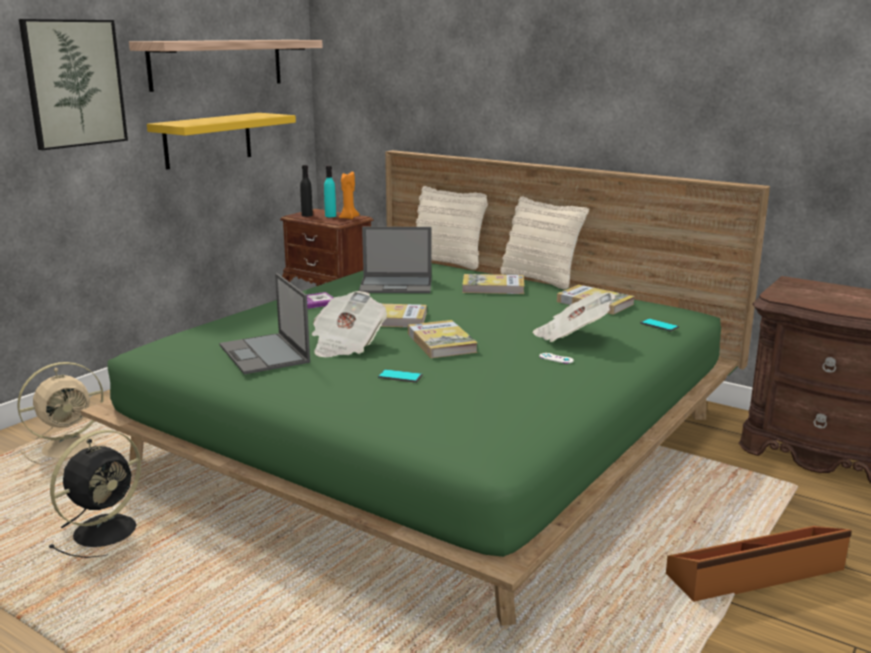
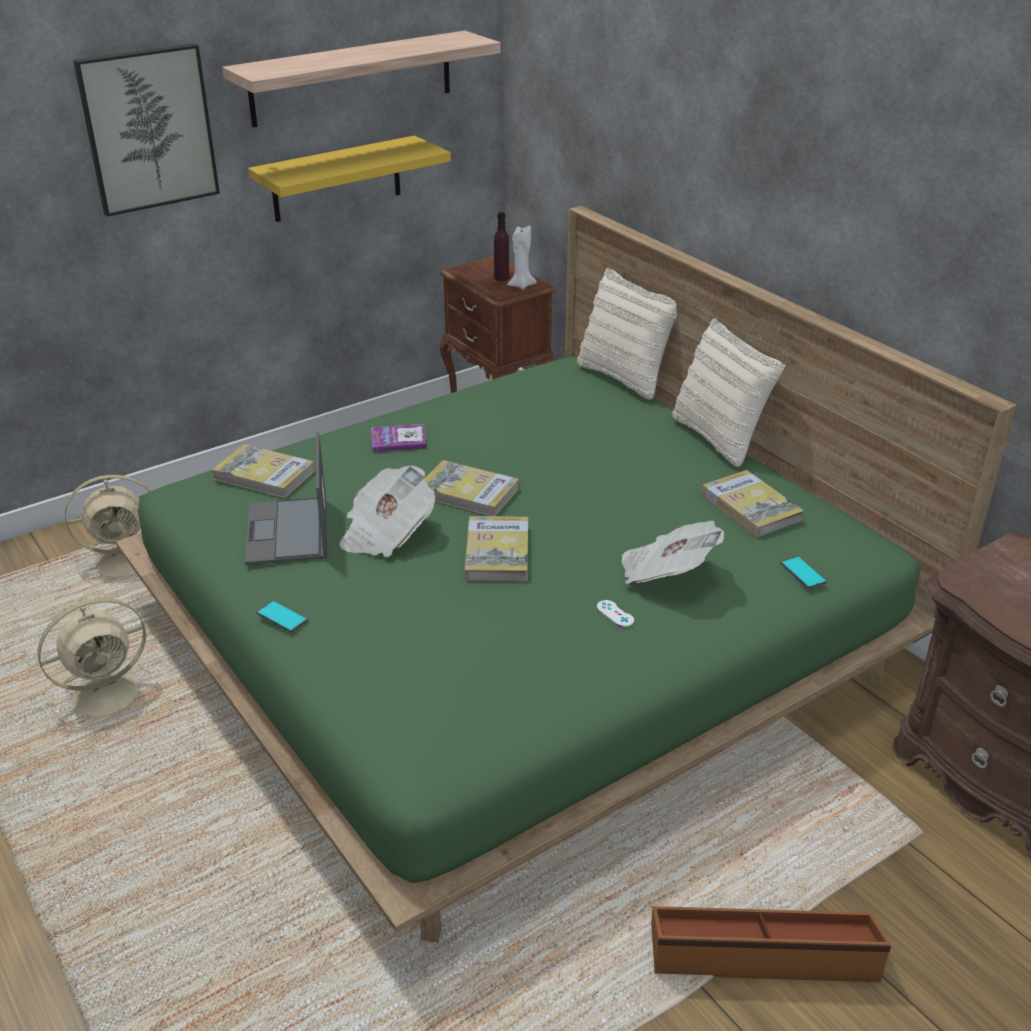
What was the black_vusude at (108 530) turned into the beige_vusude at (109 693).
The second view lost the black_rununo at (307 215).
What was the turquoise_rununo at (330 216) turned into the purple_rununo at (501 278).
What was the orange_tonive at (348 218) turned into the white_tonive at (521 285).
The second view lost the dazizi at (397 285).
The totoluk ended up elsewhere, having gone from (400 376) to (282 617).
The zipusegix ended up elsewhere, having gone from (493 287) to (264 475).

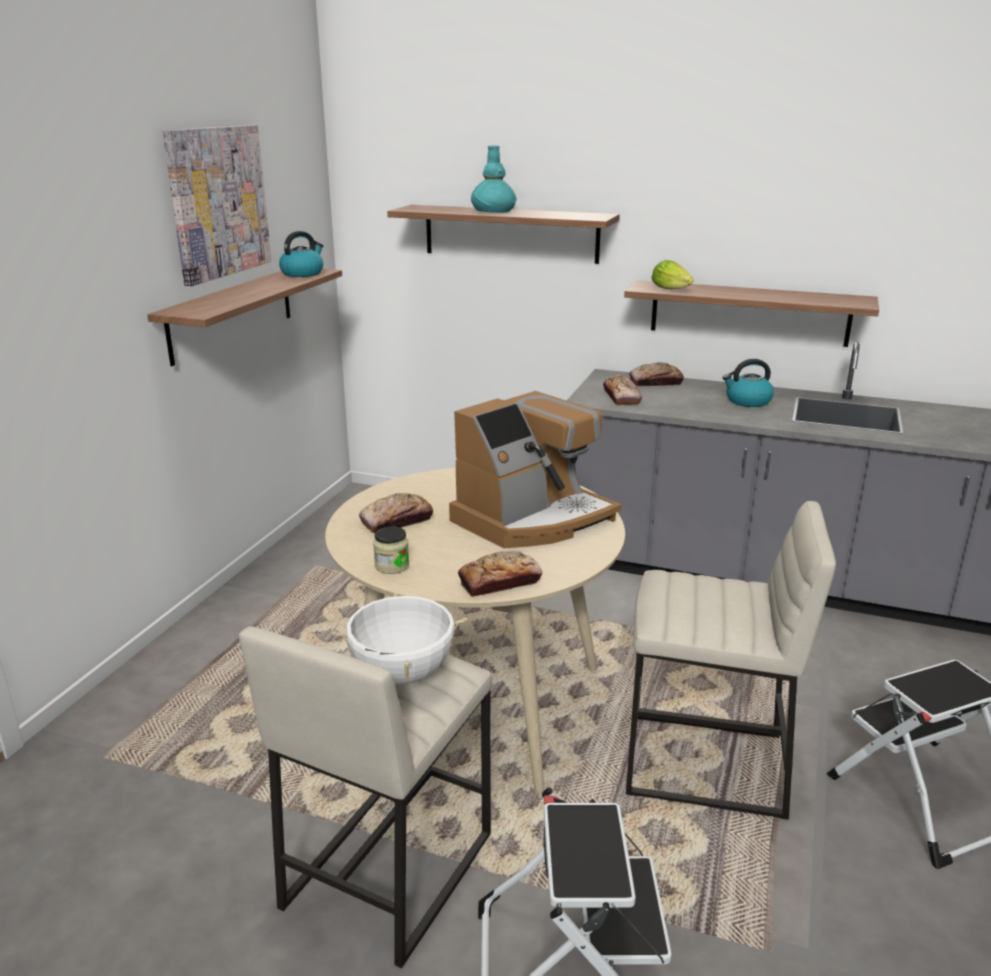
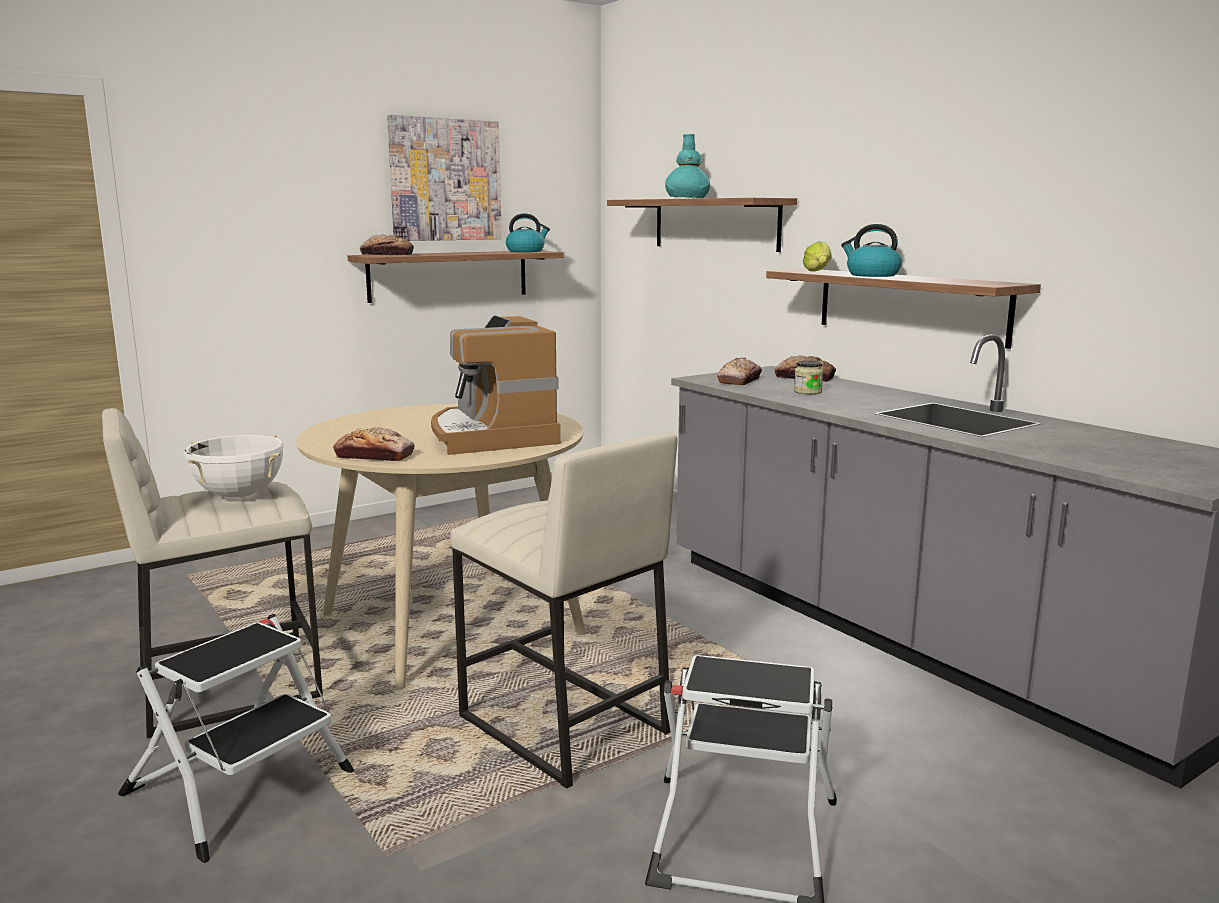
The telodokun ended up elsewhere, having gone from (396 521) to (387 255).
The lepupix ended up elsewhere, having gone from (392 566) to (807 392).
The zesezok at (533 519) ended up facing another way, 75 degrees clockwise from before.
The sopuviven ended up elsewhere, having gone from (747 401) to (871 275).

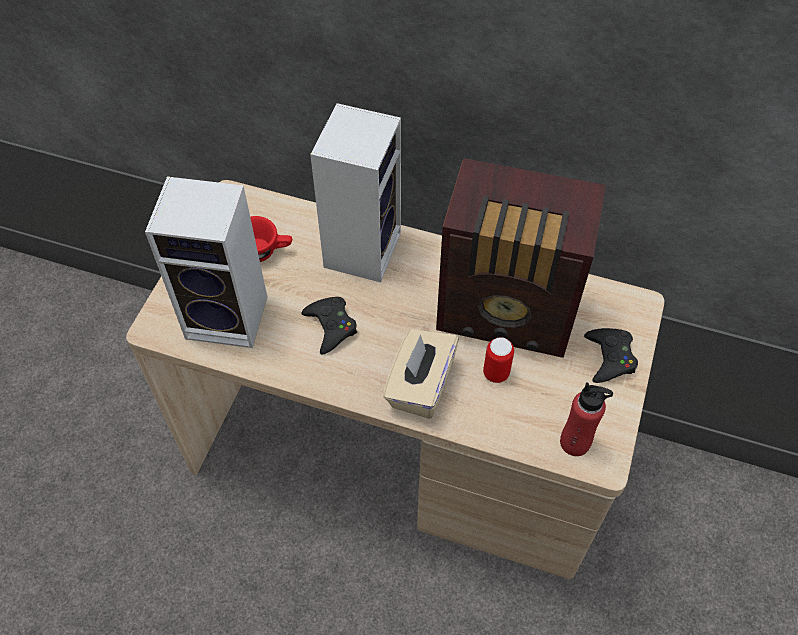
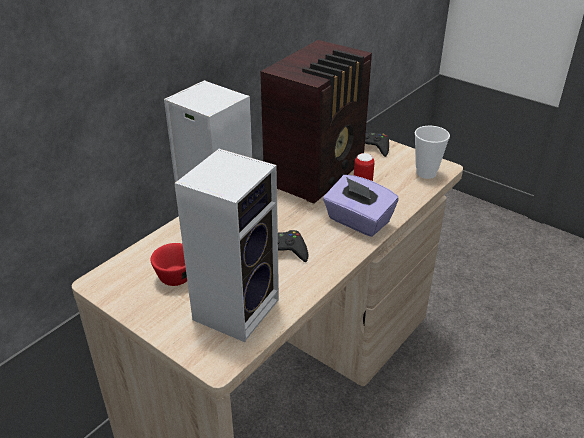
What was the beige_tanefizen at (420 386) turned into the purple_tanefizen at (358 221).
Where the red_rununo stood at (575 442), the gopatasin came to stand at (426 173).

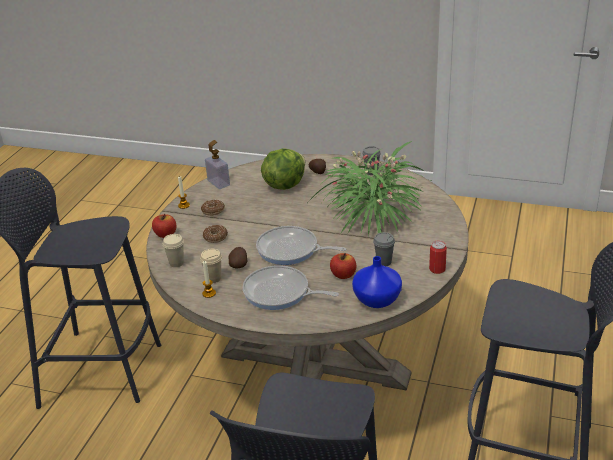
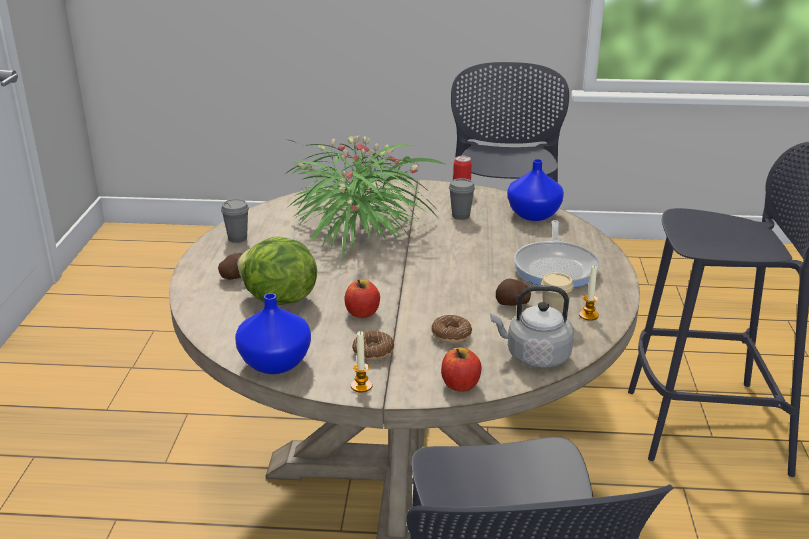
Where the beige_gopatasin stood at (176 263), the grey_sopuviven came to stand at (534 356).
Where the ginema stood at (218 183), the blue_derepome came to stand at (275 363).
The second view lost the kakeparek at (291 250).
The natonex ended up elsewhere, having gone from (343 275) to (362 313).

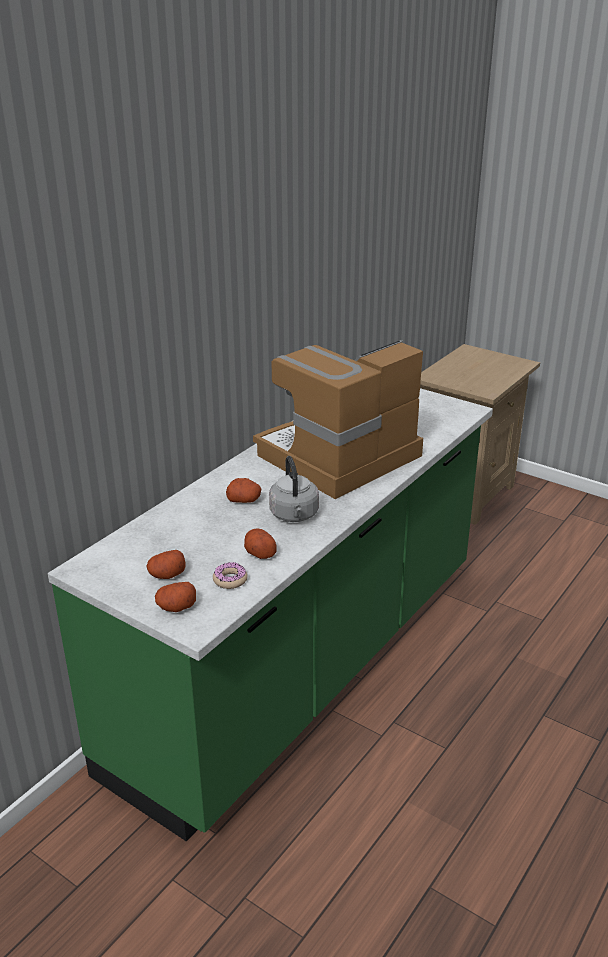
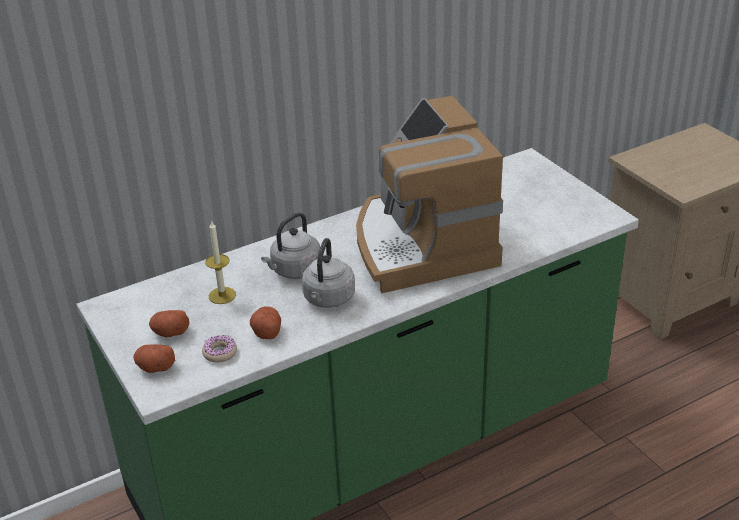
Where the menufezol stood at (244 500), the grey_sopuviven came to stand at (294 271).
The zesezok at (338 457) ended up facing another way, 90 degrees counterclockwise from before.
The second view gained the tonive at (222 295).

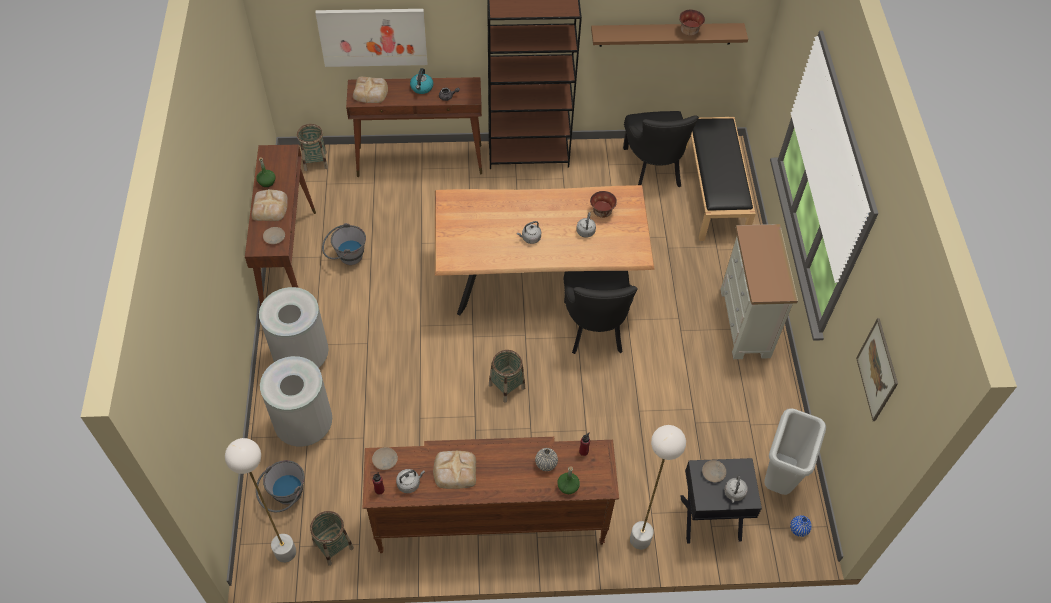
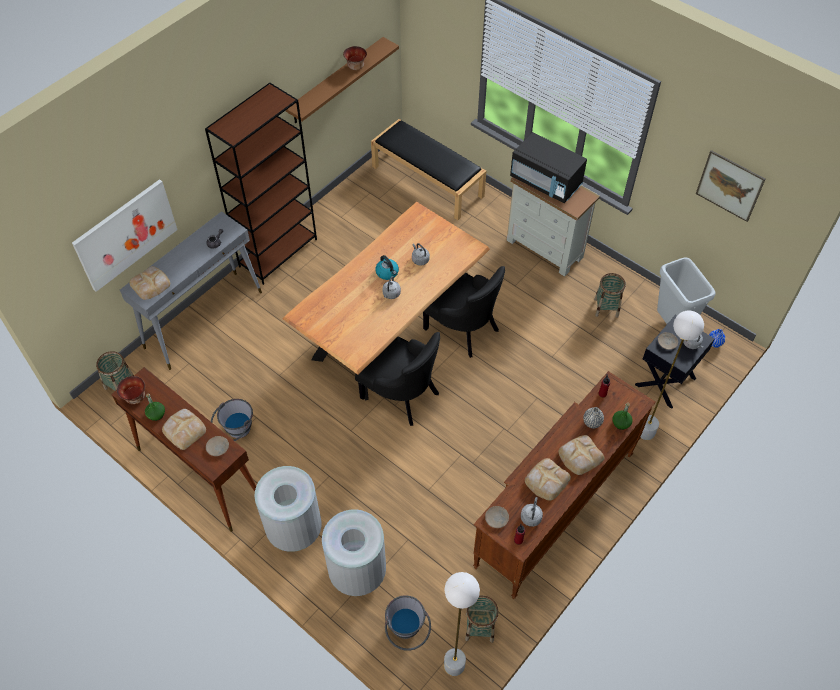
What was the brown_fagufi at (420 160) turned into the grey_fagufi at (204 319).
The sopuviven ended up elsewhere, having gone from (422 88) to (387 273).
The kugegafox ended up elsewhere, having gone from (506 386) to (606 308).
The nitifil ended up elsewhere, having gone from (602 212) to (136 397).
The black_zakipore ended up elsewhere, having gone from (653 166) to (399 394).
The second view gained the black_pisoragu at (546 182).
The second view gained the telodokun at (579 456).

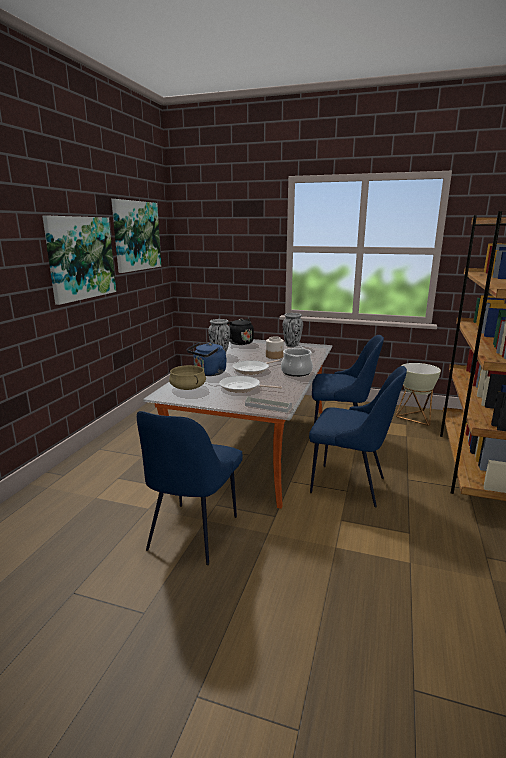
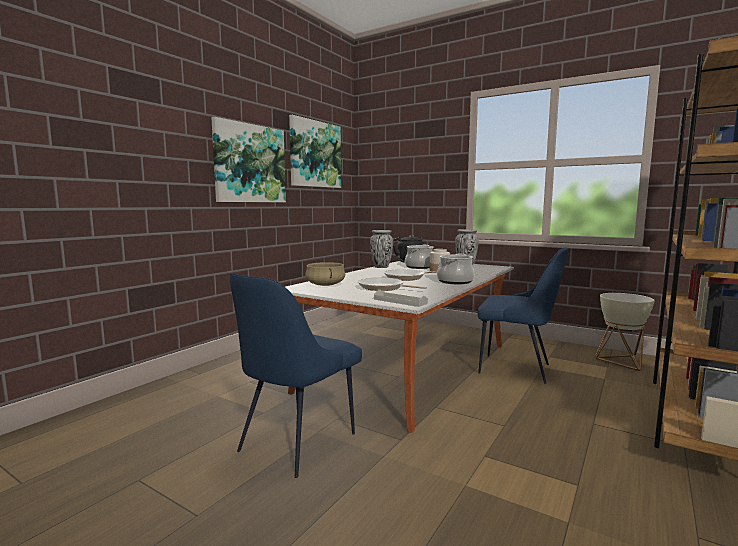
The second view lost the blue_sopuviven at (208 373).
The second view lost the blue_zakipore at (348 485).
The second view gained the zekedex at (419 267).

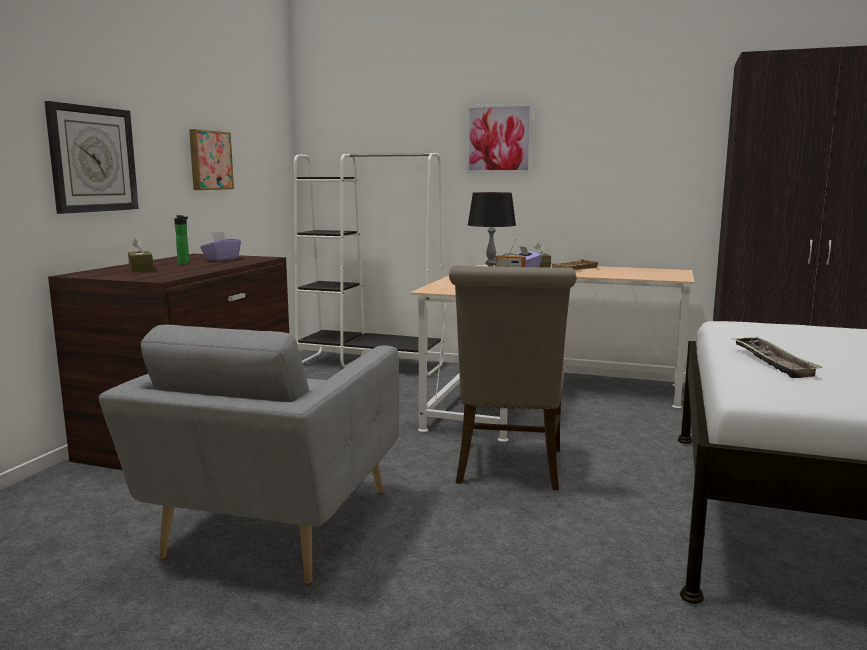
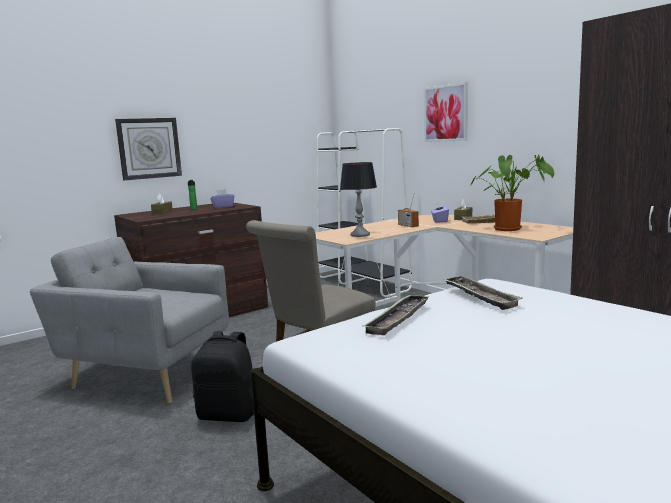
The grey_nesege at (274 527) ended up facing another way, 60 degrees clockwise from before.
The second view lost the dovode at (209 160).
The second view gained the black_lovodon at (229 414).
The second view gained the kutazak at (479 296).
The second view gained the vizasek at (510 229).

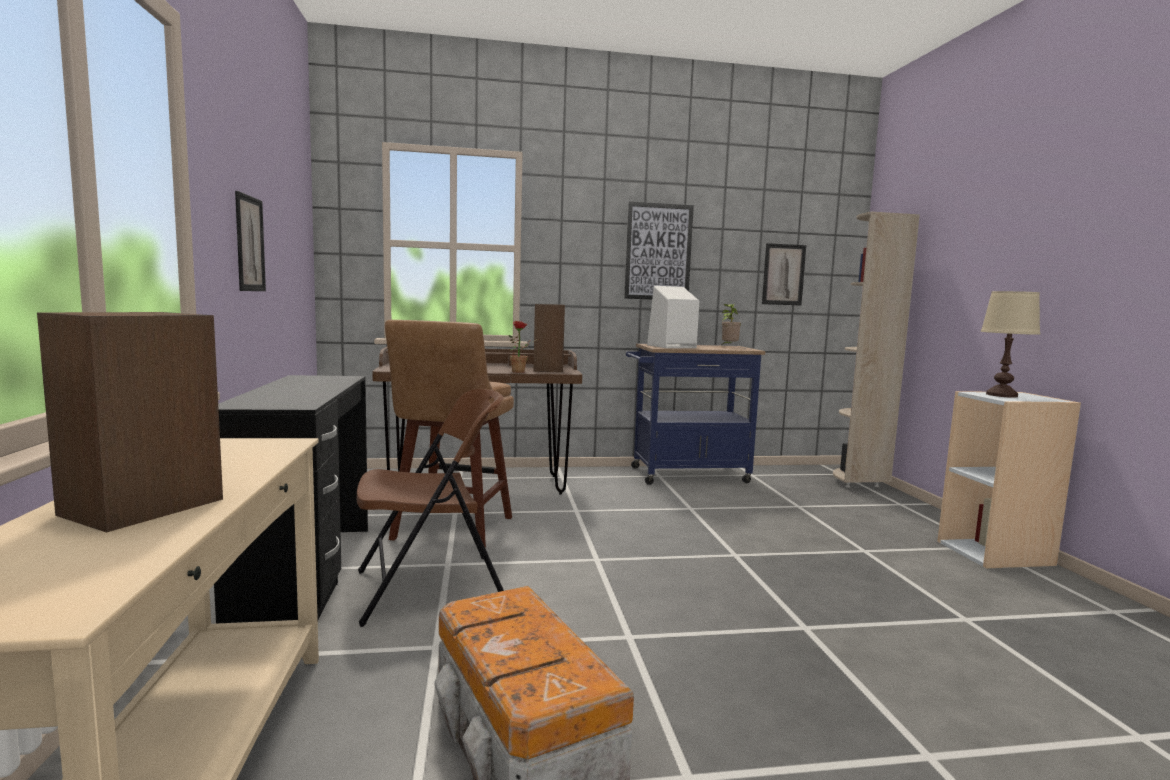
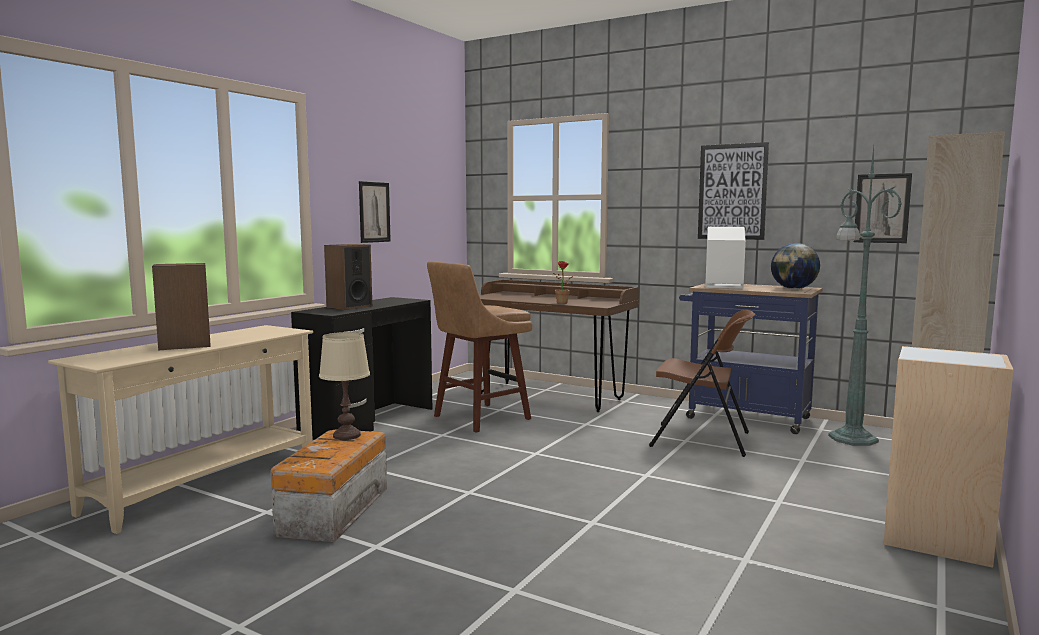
The brown_zakipore ended up elsewhere, having gone from (430 588) to (700 439).
The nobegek ended up elsewhere, having gone from (547 369) to (349 306).
Where the vizasek stood at (729 347), the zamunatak came to stand at (794 288).
The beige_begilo ended up elsewhere, having gone from (1002 395) to (347 436).
The second view gained the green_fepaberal at (851 438).

